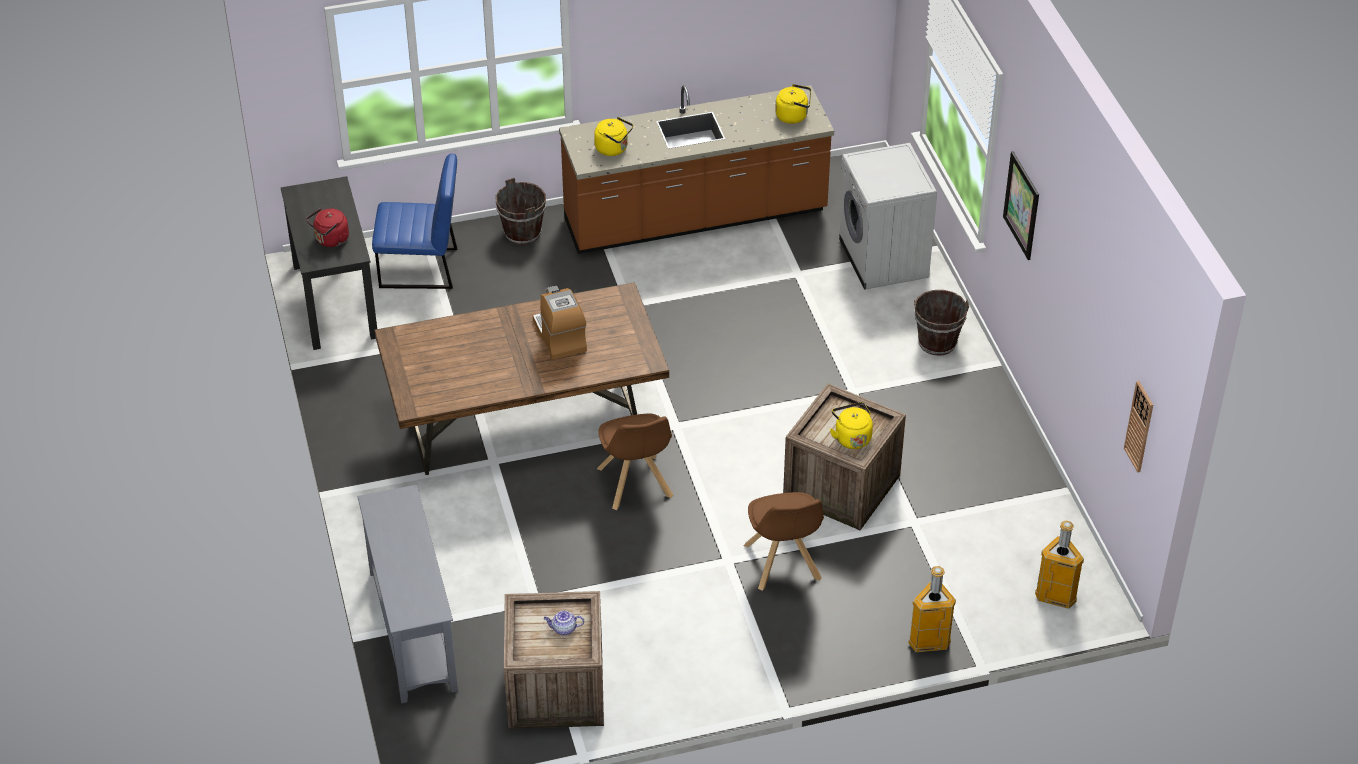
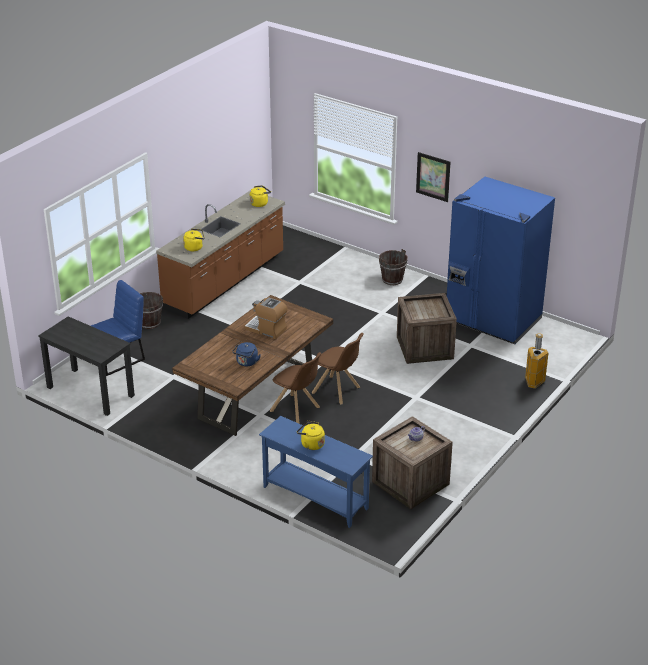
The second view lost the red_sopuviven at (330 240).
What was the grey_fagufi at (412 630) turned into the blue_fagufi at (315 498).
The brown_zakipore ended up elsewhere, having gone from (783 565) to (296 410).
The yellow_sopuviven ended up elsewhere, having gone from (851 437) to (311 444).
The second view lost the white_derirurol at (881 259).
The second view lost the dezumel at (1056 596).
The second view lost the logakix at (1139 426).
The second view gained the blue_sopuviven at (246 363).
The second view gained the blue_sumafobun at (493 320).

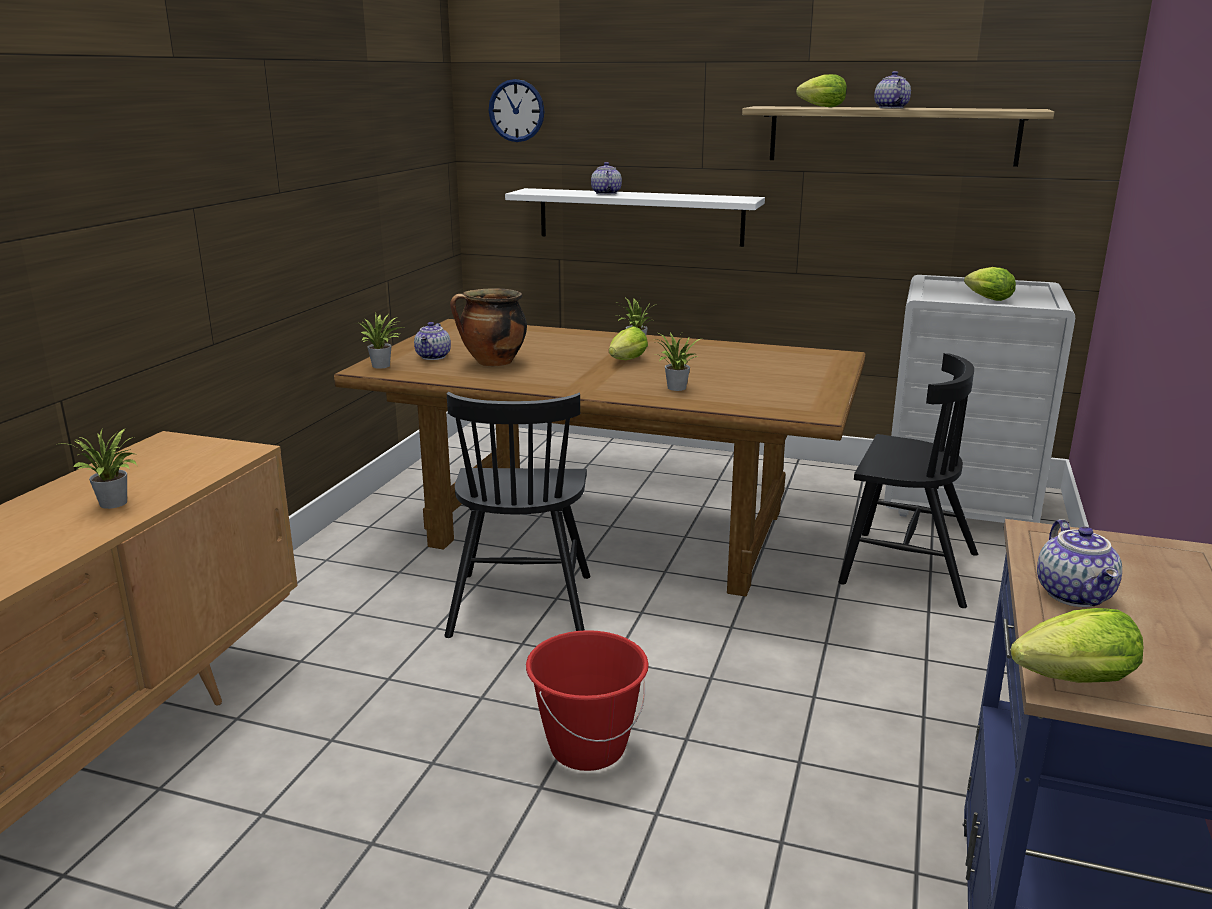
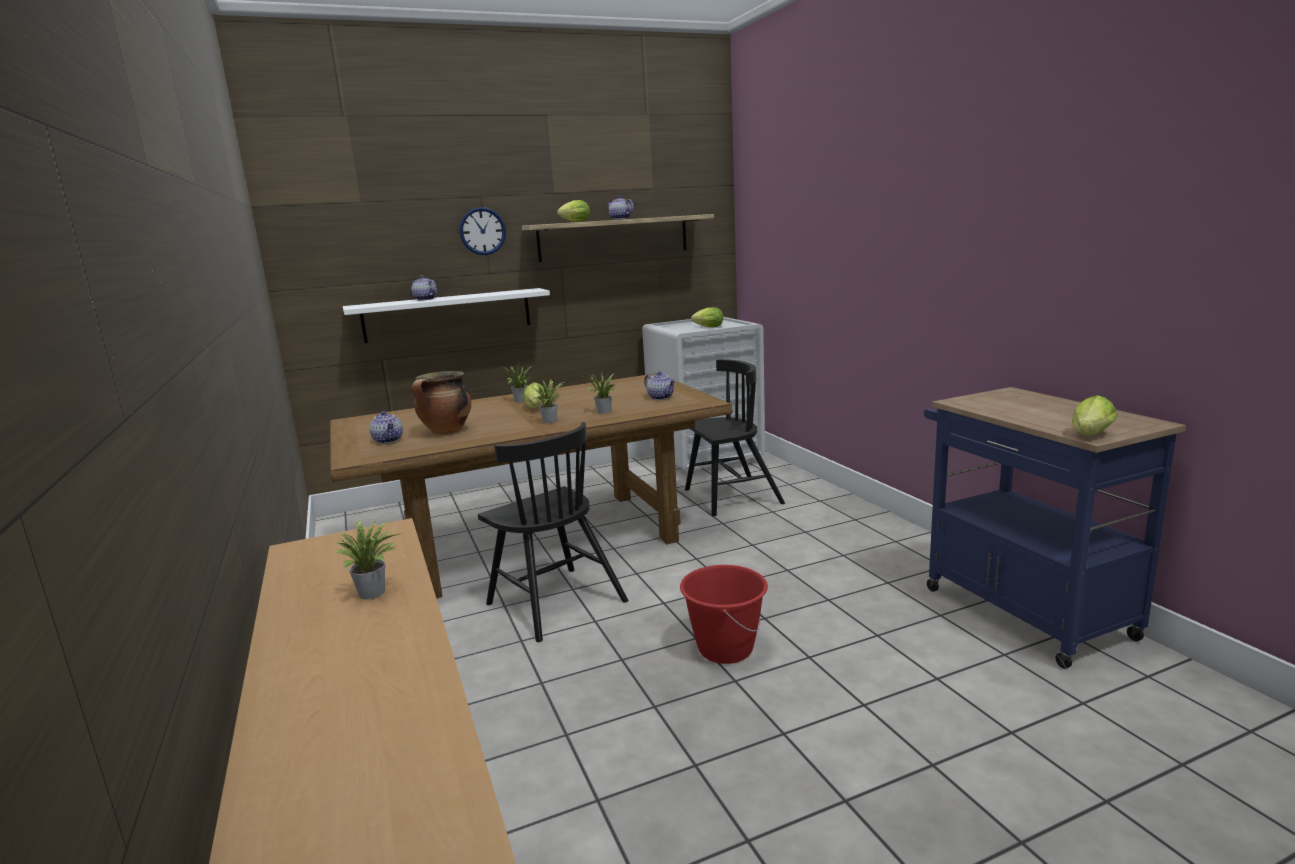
The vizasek ended up elsewhere, having gone from (383 366) to (551 421).
The logakix ended up elsewhere, having gone from (516 110) to (482 231).
The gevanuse ended up elsewhere, having gone from (1076 595) to (661 397).

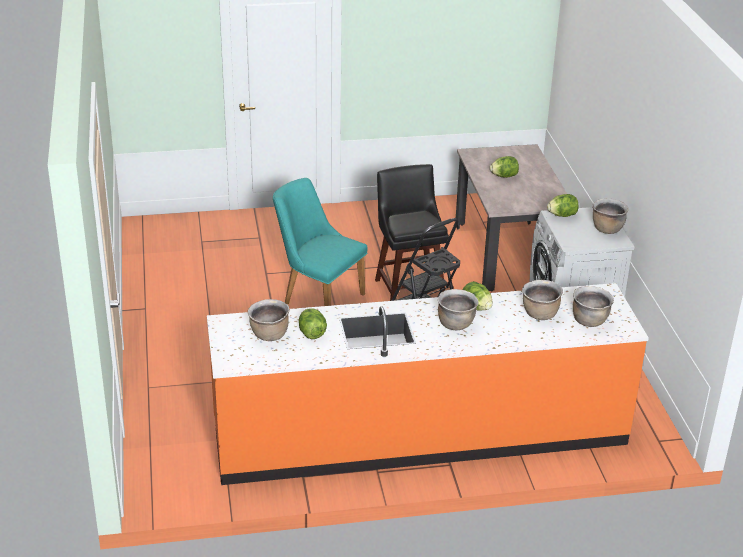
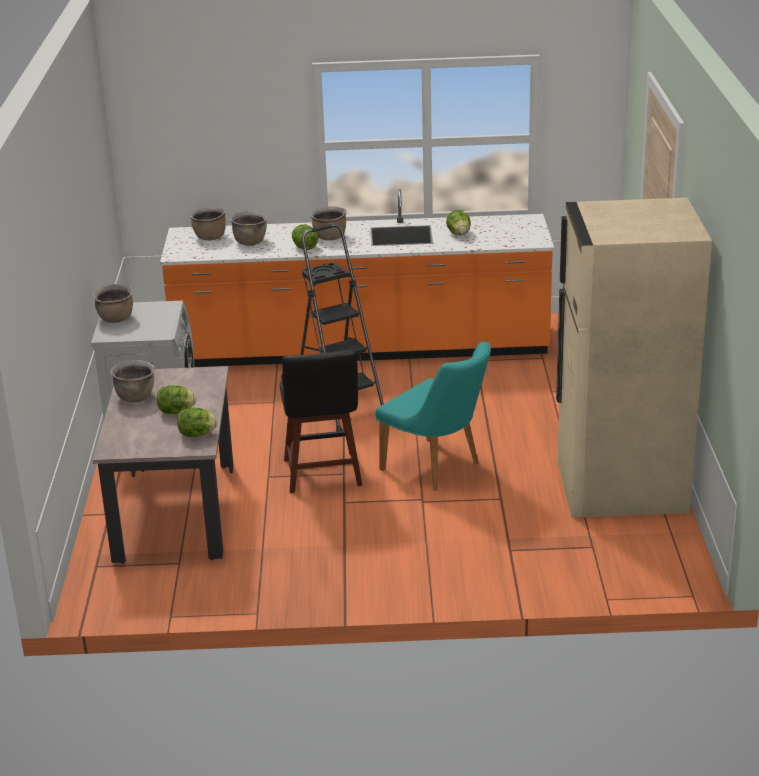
The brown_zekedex ended up elsewhere, having gone from (269 335) to (136 397).
The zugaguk ended up elsewhere, having gone from (562 215) to (197 434).
The second view gained the beige_sumafobun at (621 487).

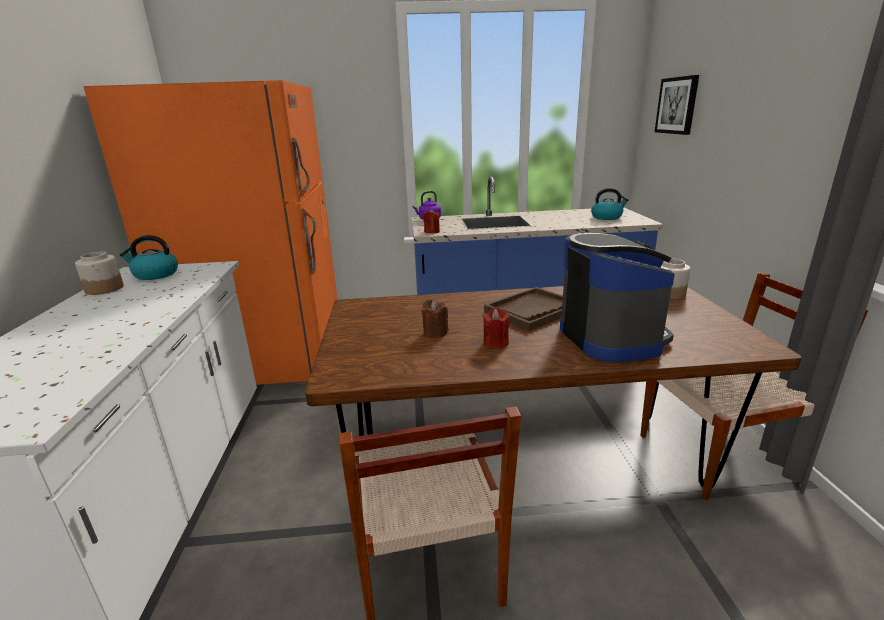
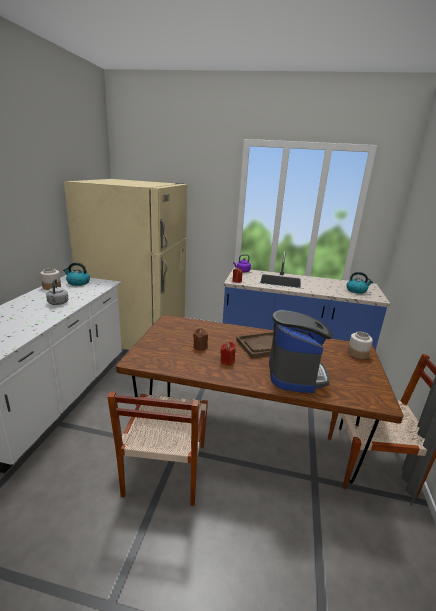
What was the orange_sumafobun at (268 355) turned into the beige_sumafobun at (138 332).
The second view lost the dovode at (677 105).
The second view gained the grey_sopuviven at (58 303).

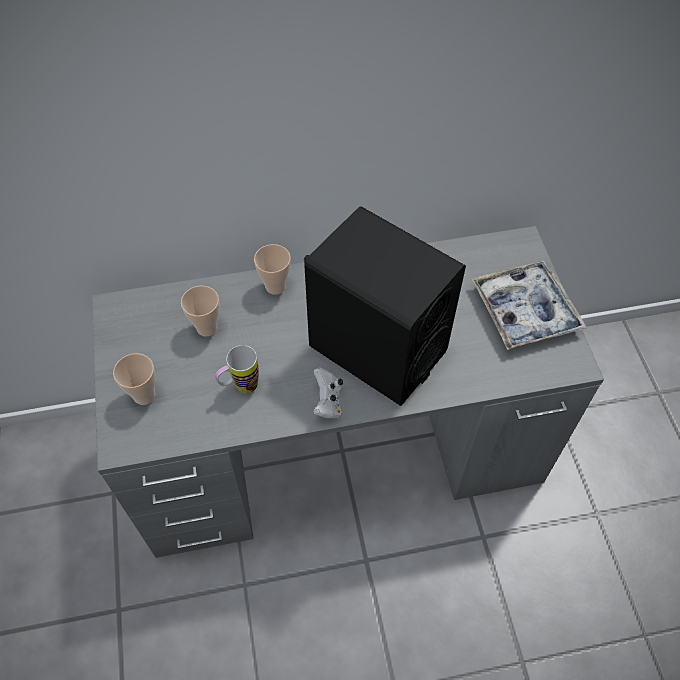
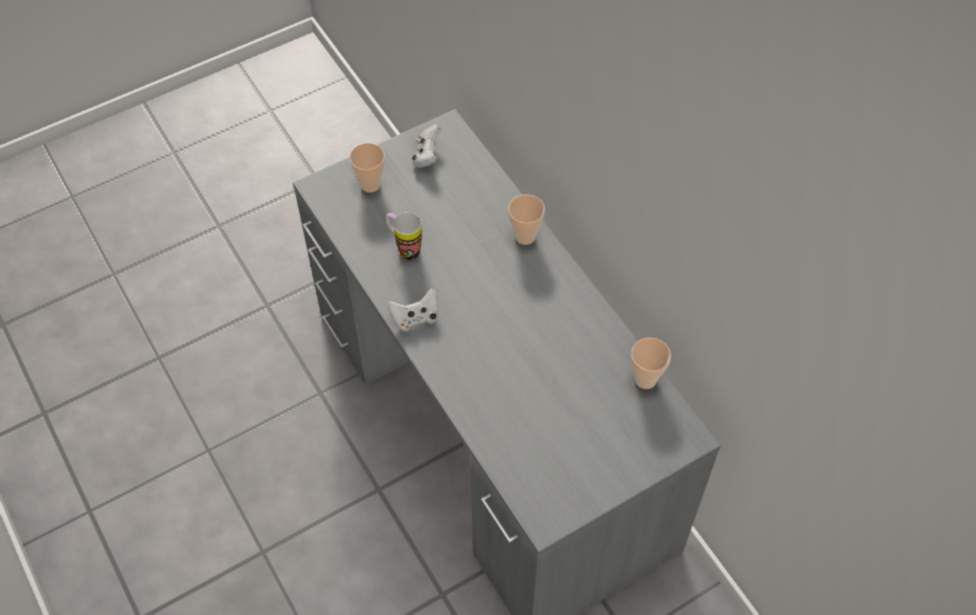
The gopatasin ended up elsewhere, having gone from (206 328) to (645 379).
The second view lost the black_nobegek at (377 349).
The second view lost the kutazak at (525 311).
The second view gained the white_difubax at (427 156).

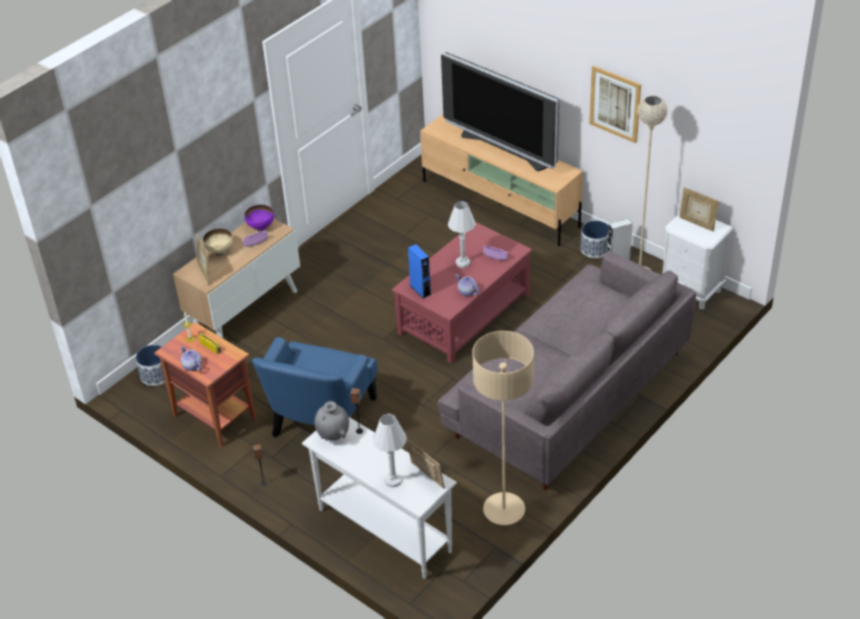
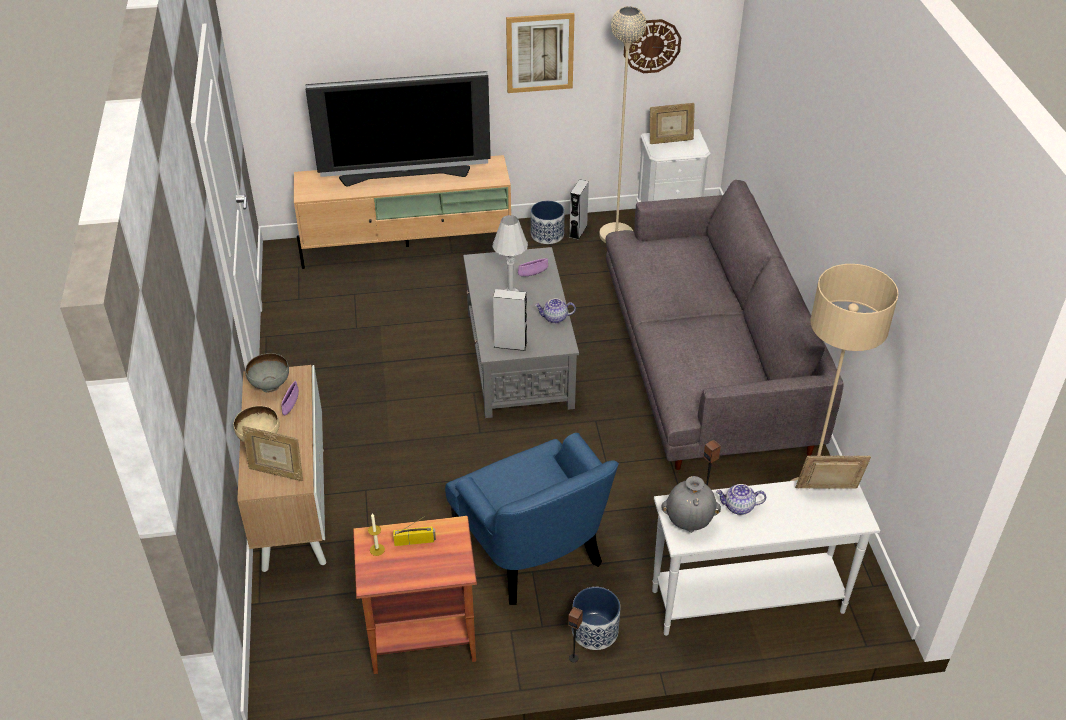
The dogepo ended up elsewhere, having gone from (156 375) to (595 630).
The gevanuse ended up elsewhere, having gone from (192 366) to (738 507).
What was the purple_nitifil at (261 227) turned into the grey_nitifil at (270 386).
The second view lost the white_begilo at (393 480).
What was the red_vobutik at (463 313) turned into the grey_vobutik at (518 359).
What was the blue_nobegek at (420 290) turned into the grey_nobegek at (510 345).
The second view gained the logakix at (652 46).

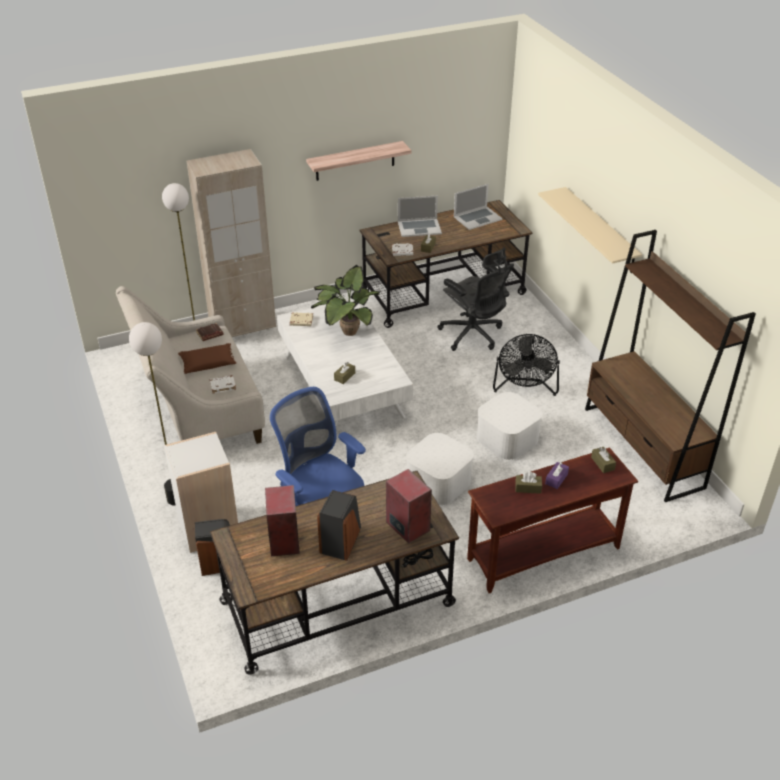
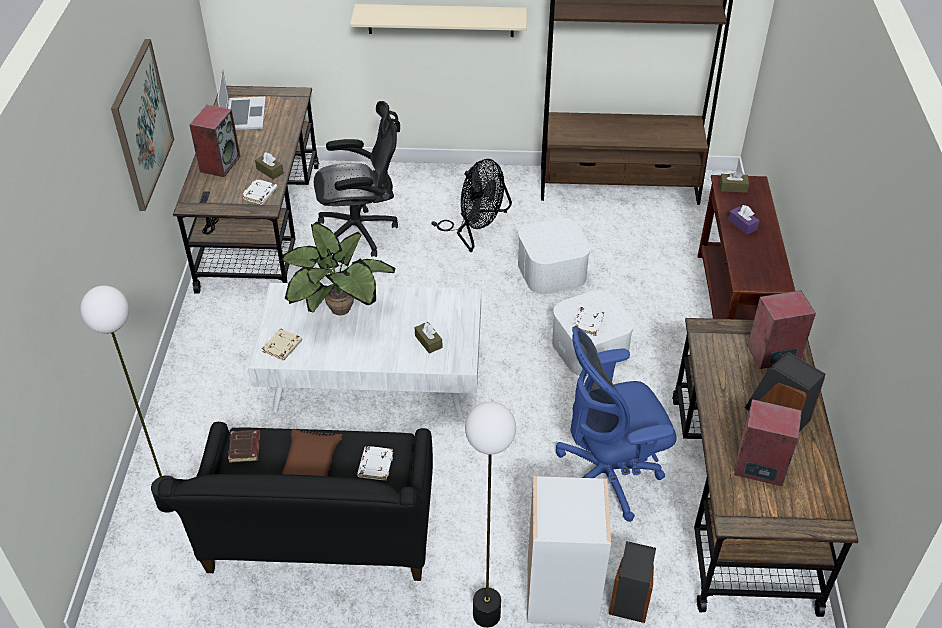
What was the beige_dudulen at (198 411) turned into the black_dudulen at (319 540).
The second view lost the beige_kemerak at (243 328).
Where the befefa hung at (355 161), the dovode came to hang at (142 124).
Where the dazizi stood at (419 227), the nobegek came to stand at (220 163).
The second view lost the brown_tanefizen at (528 488).
The second view gained the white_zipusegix at (587 323).

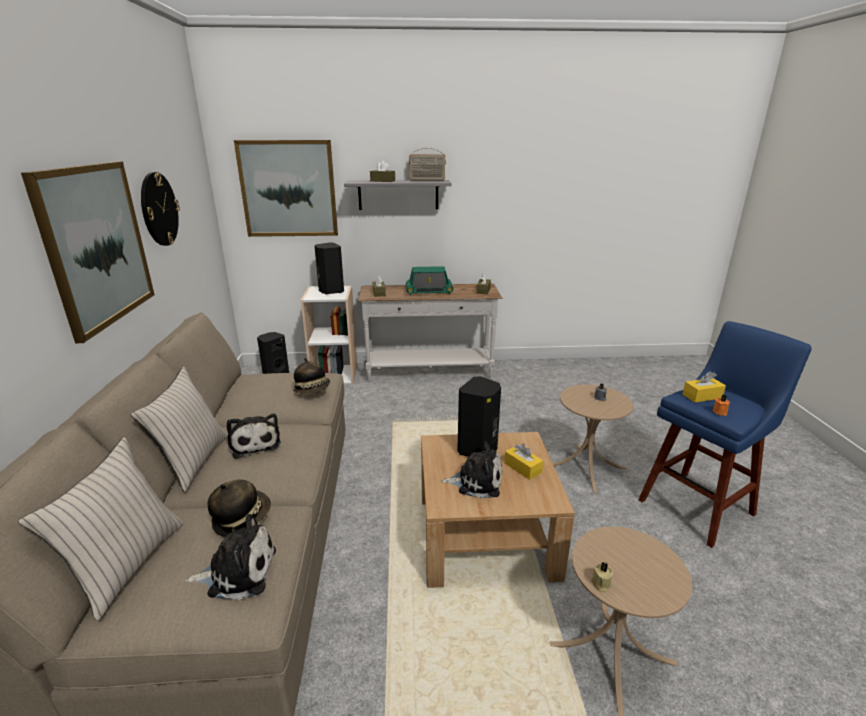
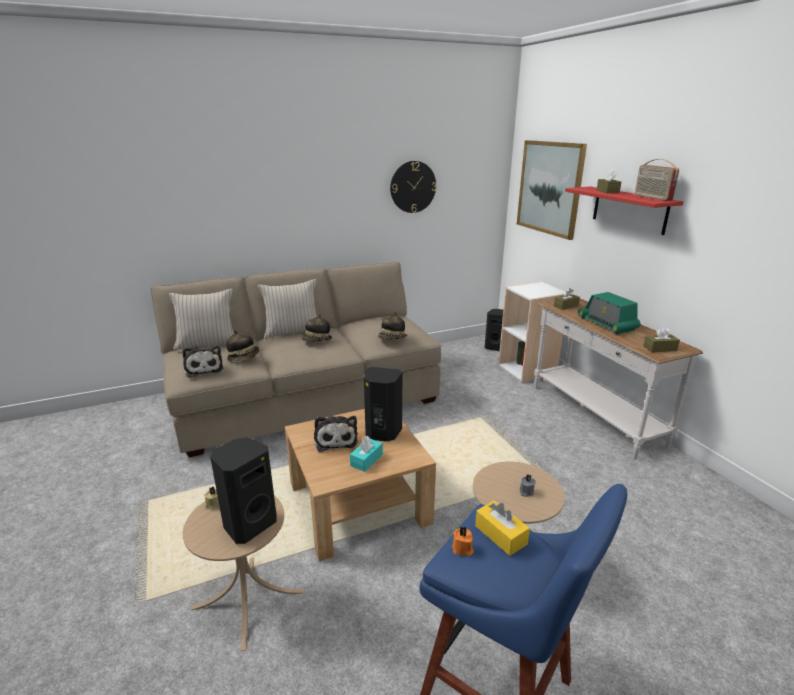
The second view lost the dovode at (96 245).
Where the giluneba stood at (255 443), the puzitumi came to stand at (317 341).
The black_nobegek ended up elsewhere, having gone from (330 291) to (249 524).
What was the grey_befefa at (398 194) turned into the red_befefa at (629 209).
What was the yellow_tanefizen at (522 468) turned into the turquoise_tanefizen at (366 460).

